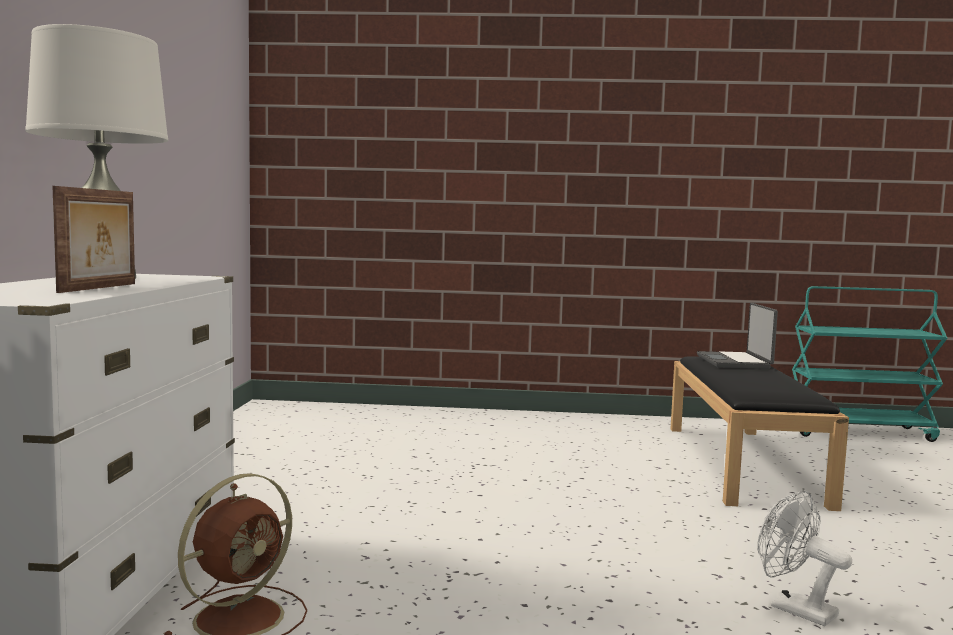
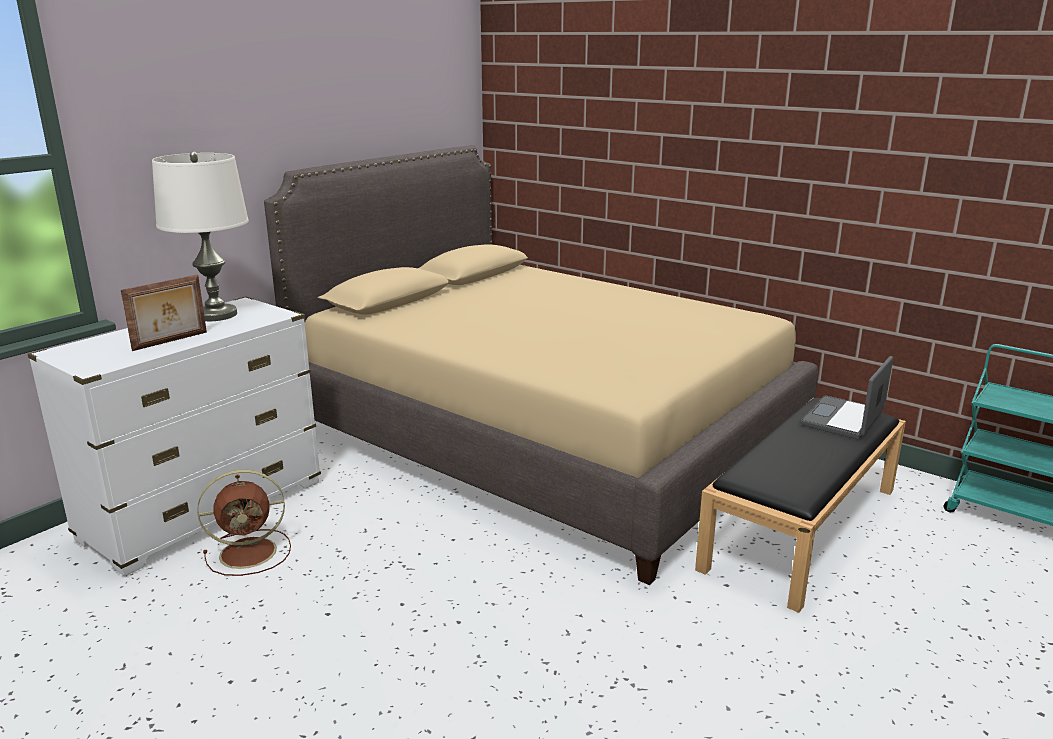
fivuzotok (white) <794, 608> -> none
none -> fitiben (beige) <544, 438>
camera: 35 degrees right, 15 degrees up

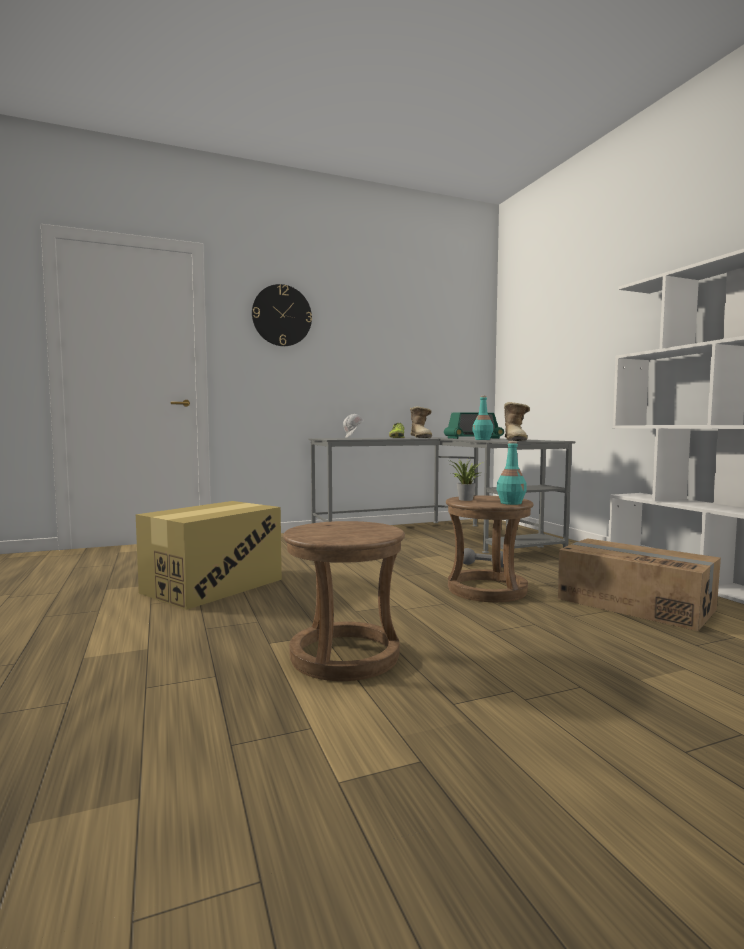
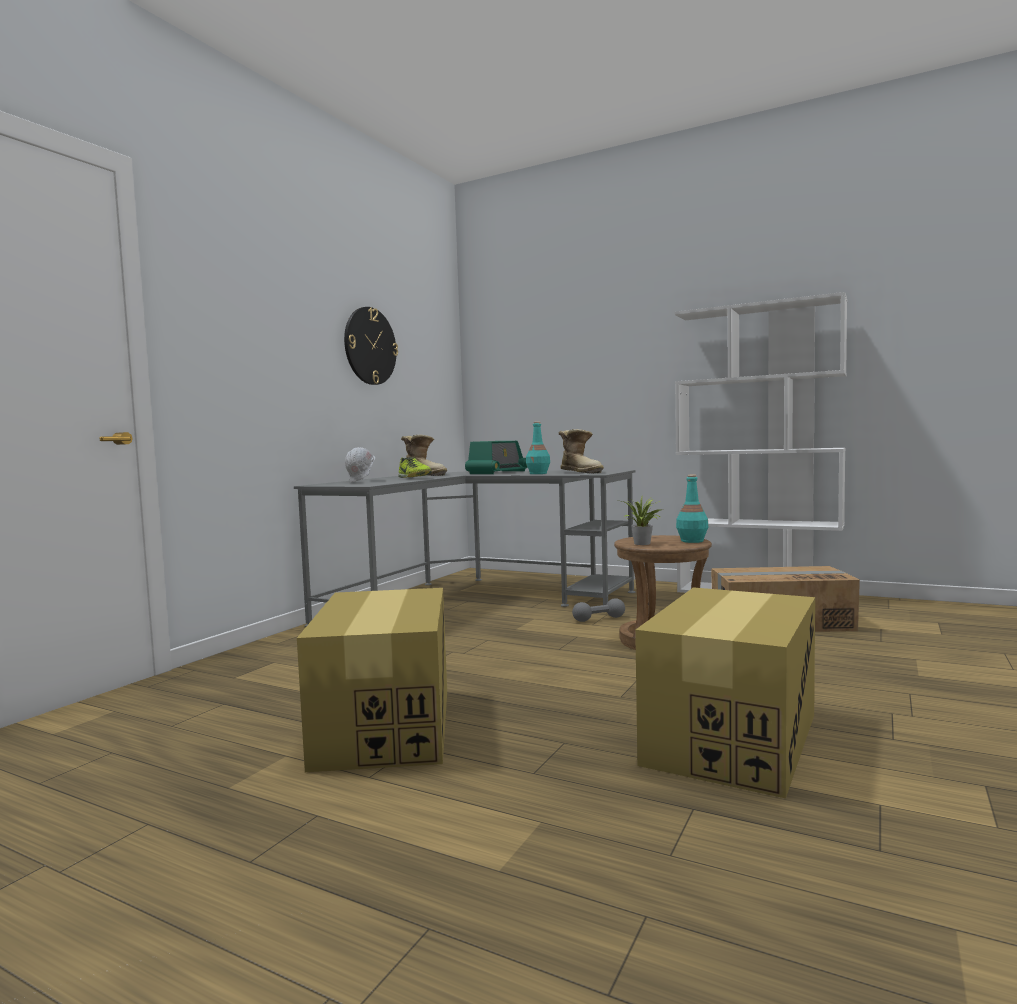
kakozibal <282, 315> -> kakozibal <370, 346>, relocated
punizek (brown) <345, 655> -> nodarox <732, 738>
camera: 40 degrees left, 0 degrees up

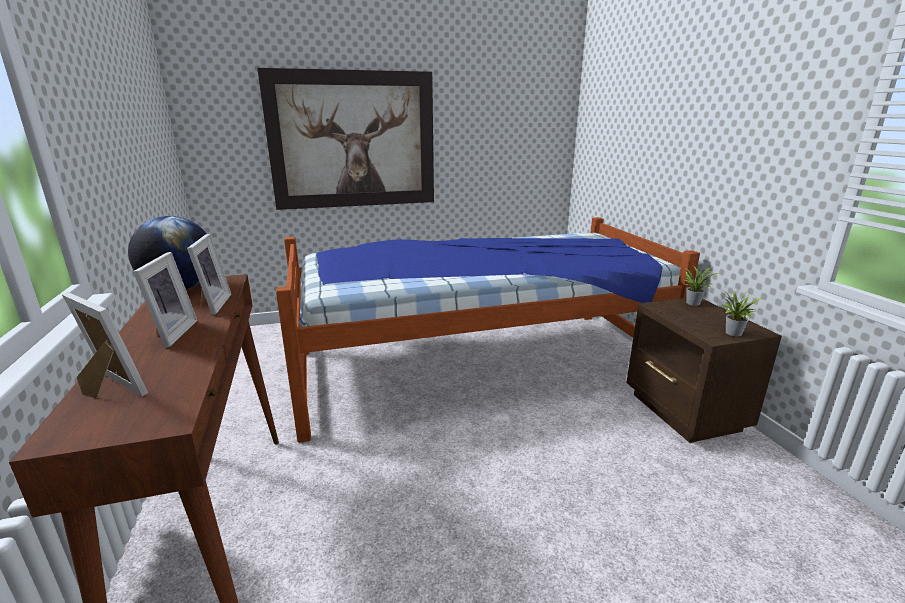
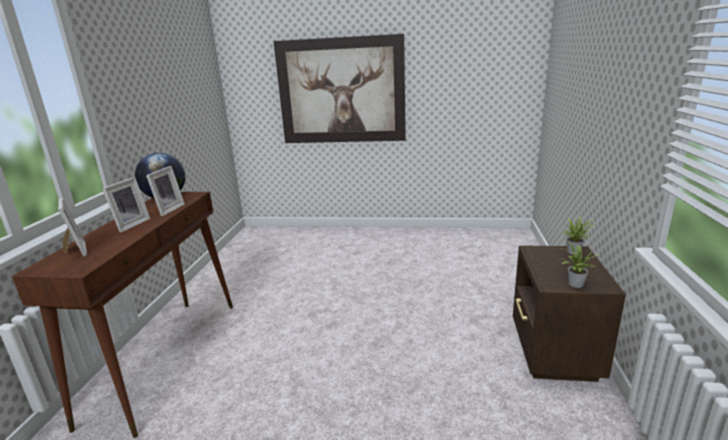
fitiben <476, 363> -> none
camera: 25 degrees right, 0 degrees up

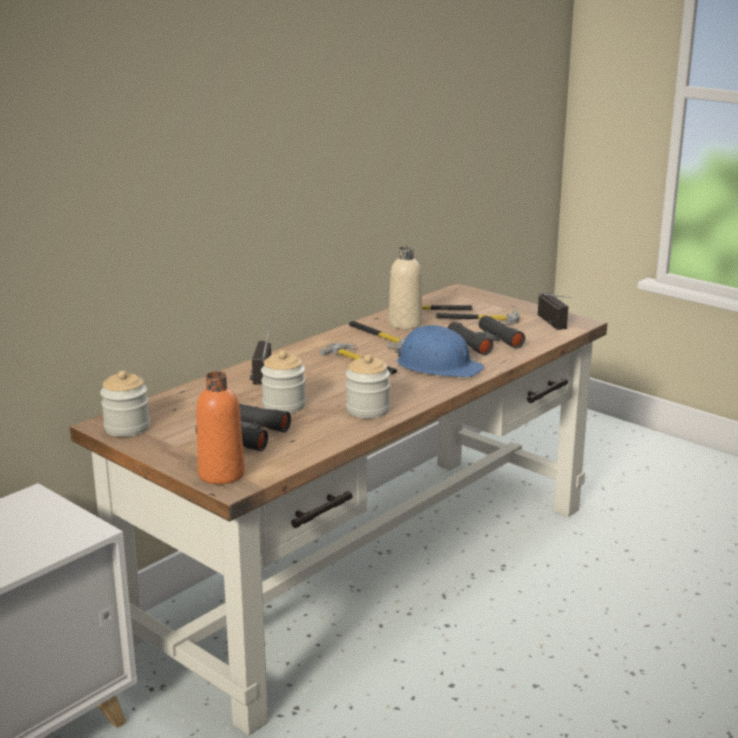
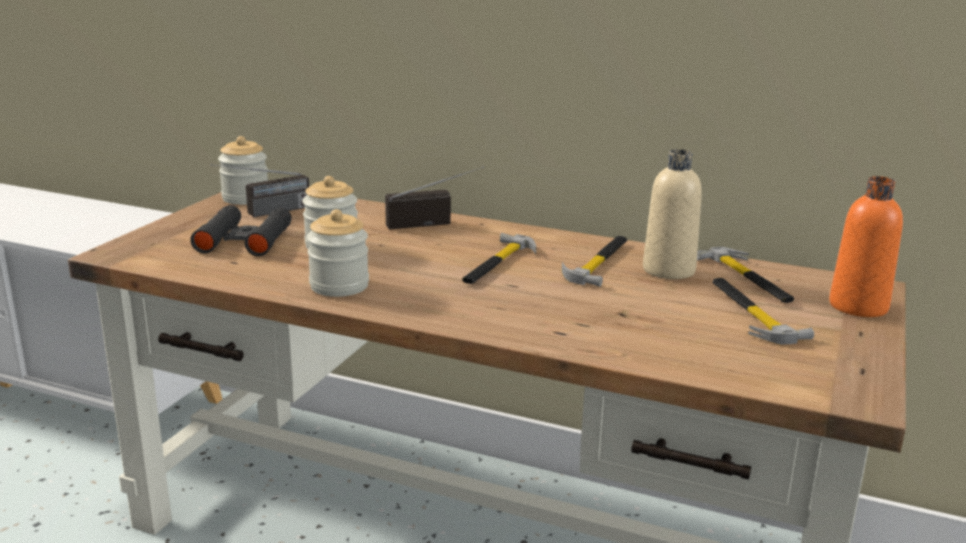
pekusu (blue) <438, 366> -> none
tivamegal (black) <484, 342> -> none
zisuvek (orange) <221, 474> -> zisuvek (orange) <858, 306>, relocated
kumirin <558, 326> -> kumirin <264, 213>, relocated
camera: 70 degrees right, 0 degrees up

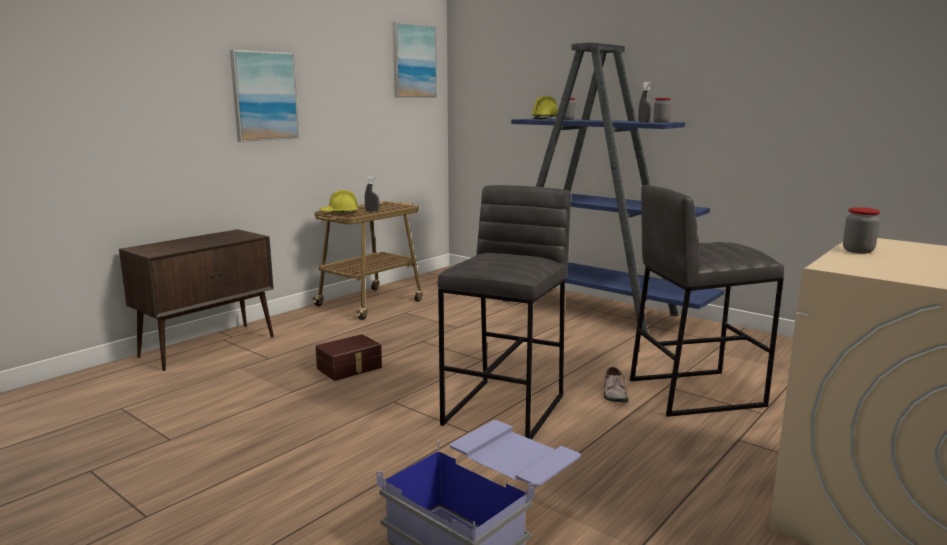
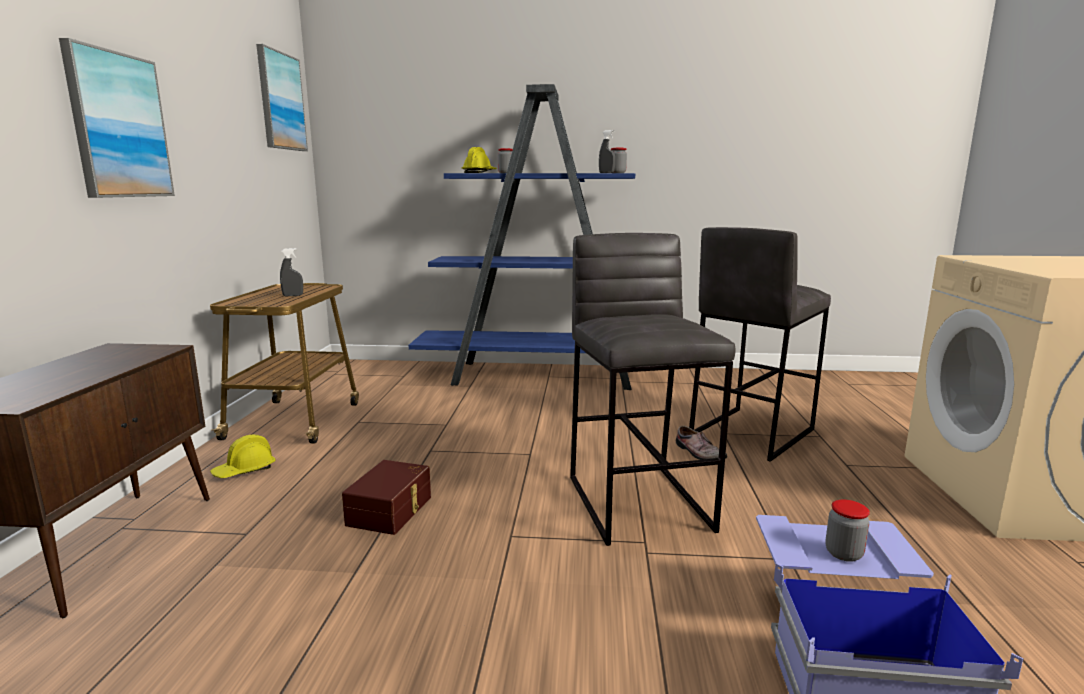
pekusu (yellow) <339, 213> -> pekusu (yellow) <244, 471>, relocated
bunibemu <858, 251> -> bunibemu <843, 553>, relocated
camera: 35 degrees left, 0 degrees up

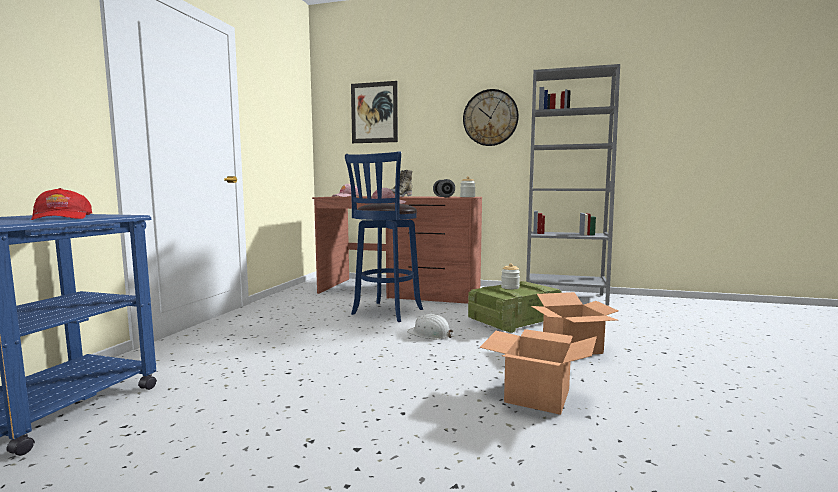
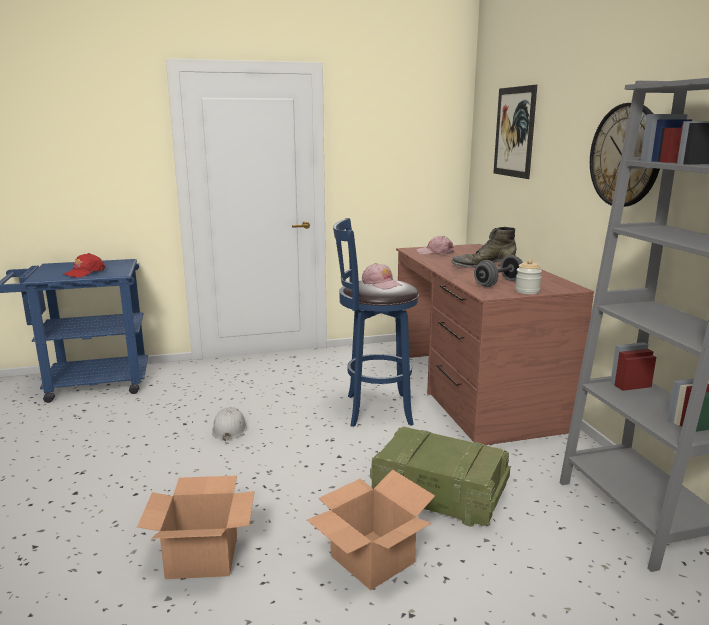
bunibemu <510, 287> -> none
pekusu (white) <430, 334> -> pekusu (white) <229, 429>, relocated
camera: 60 degrees right, 10 degrees up

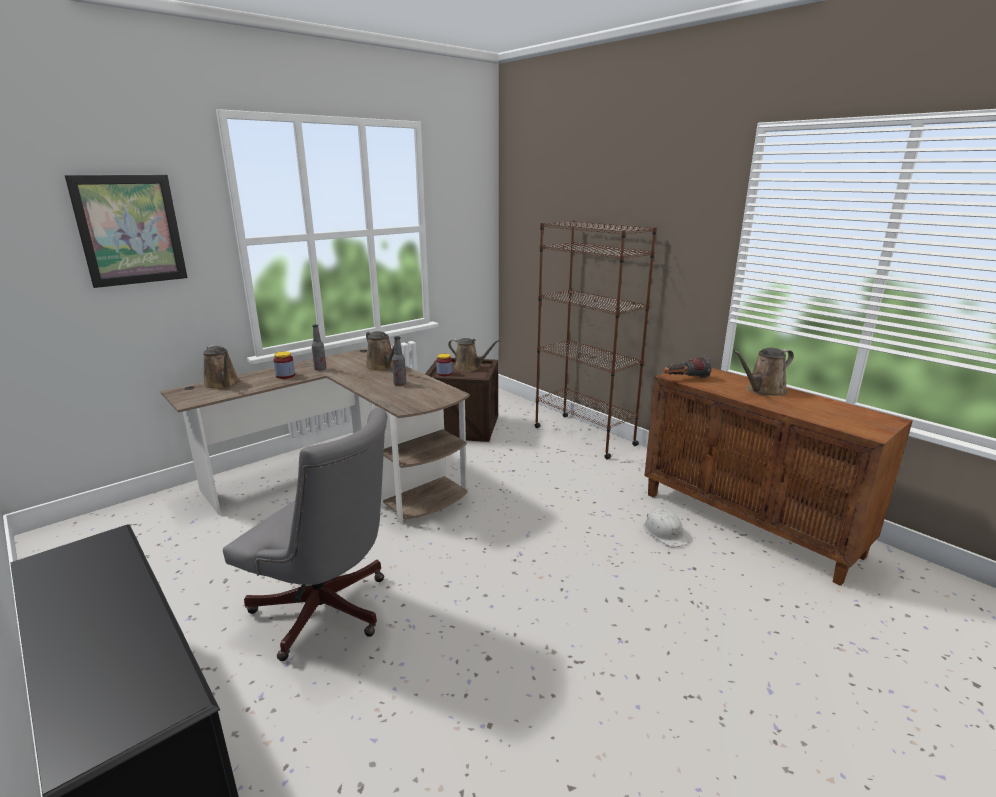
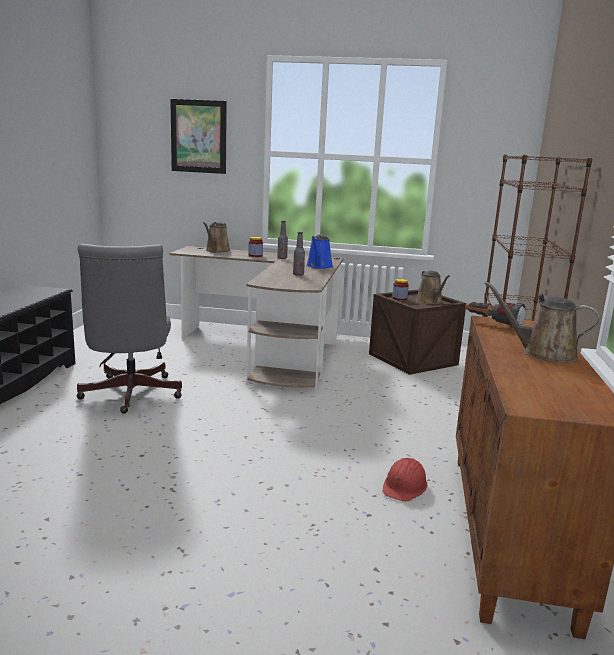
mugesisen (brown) <382, 367> -> mugesisen (blue) <319, 266>
pekusu (white) <665, 533> -> pekusu (red) <405, 486>
camera: 50 degrees right, 5 degrees down

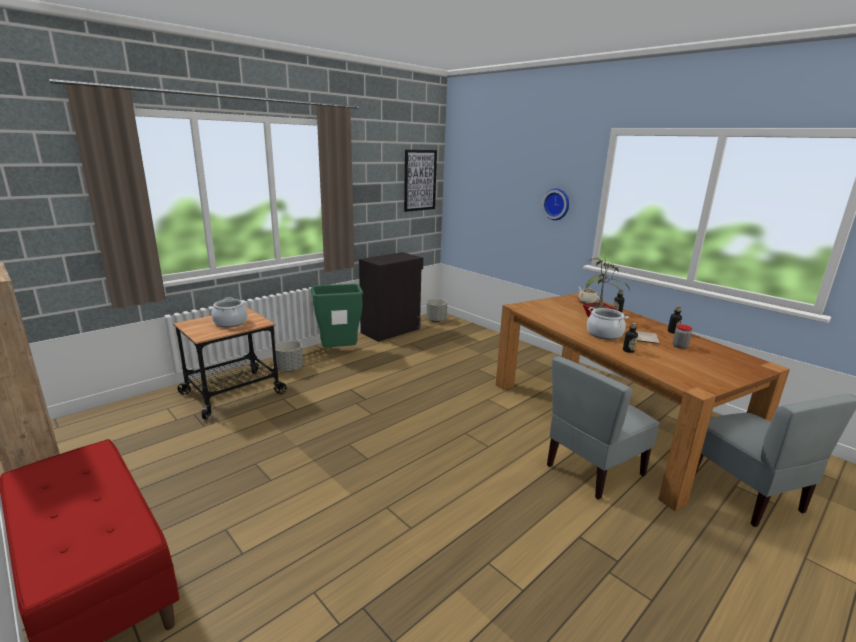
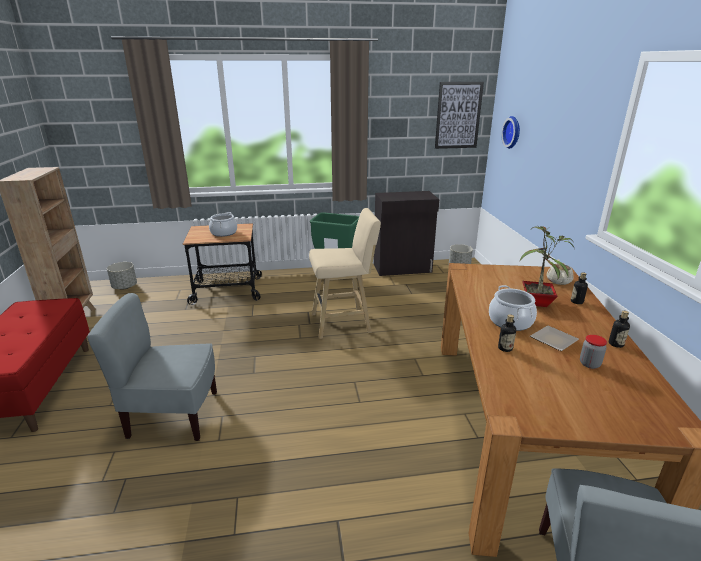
none -> punizek (beige) <344, 323>
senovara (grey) <289, 369> -> senovara (grey) <125, 287>, relocated
kakozibal <557, 204> -> kakozibal <513, 132>, relocated
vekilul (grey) <593, 469> -> vekilul (grey) <173, 416>, relocated
camera: 35 degrees right, 5 degrees up

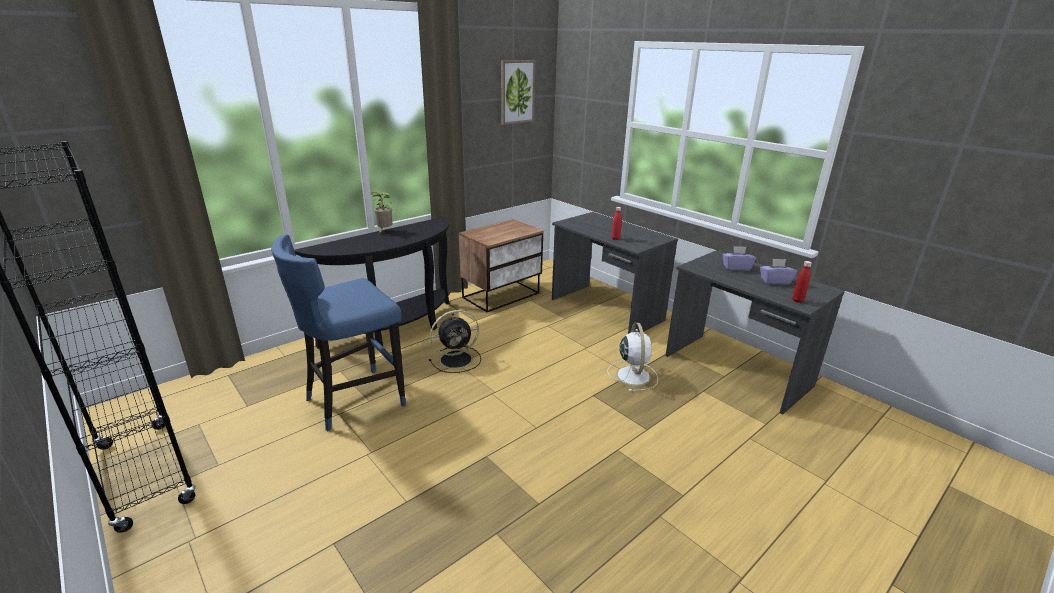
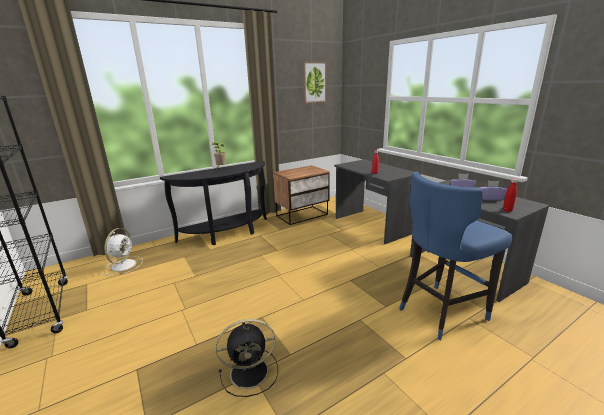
punizek (blue) <354, 400> -> punizek (blue) <440, 312>, relocated
fivuzotok (black) <457, 359> -> fivuzotok (black) <251, 372>, relocated
fivuzotok (white) <633, 375> -> fivuzotok (white) <124, 264>, relocated
camera: 10 degrees right, 5 degrees down

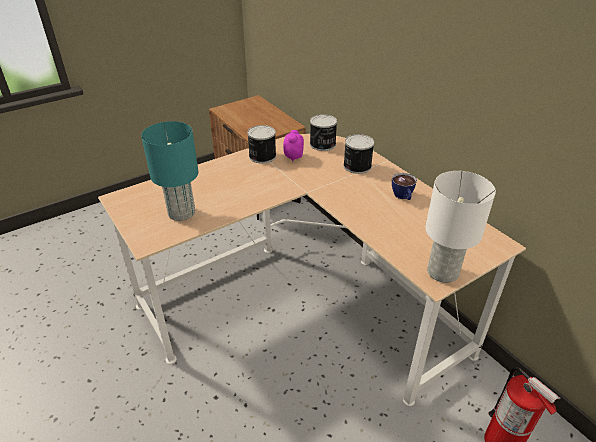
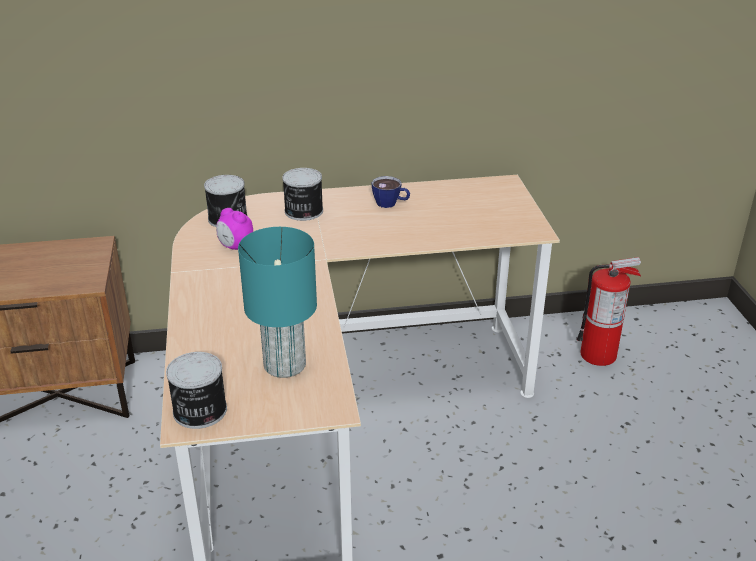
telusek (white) <442, 272> -> none
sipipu <261, 156> -> sipipu <199, 411>, relocated
camera: 65 degrees left, 5 degrees down

